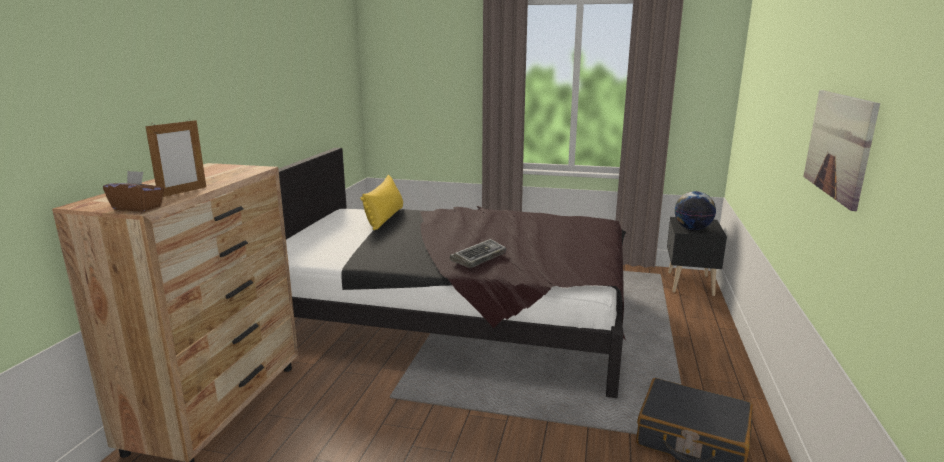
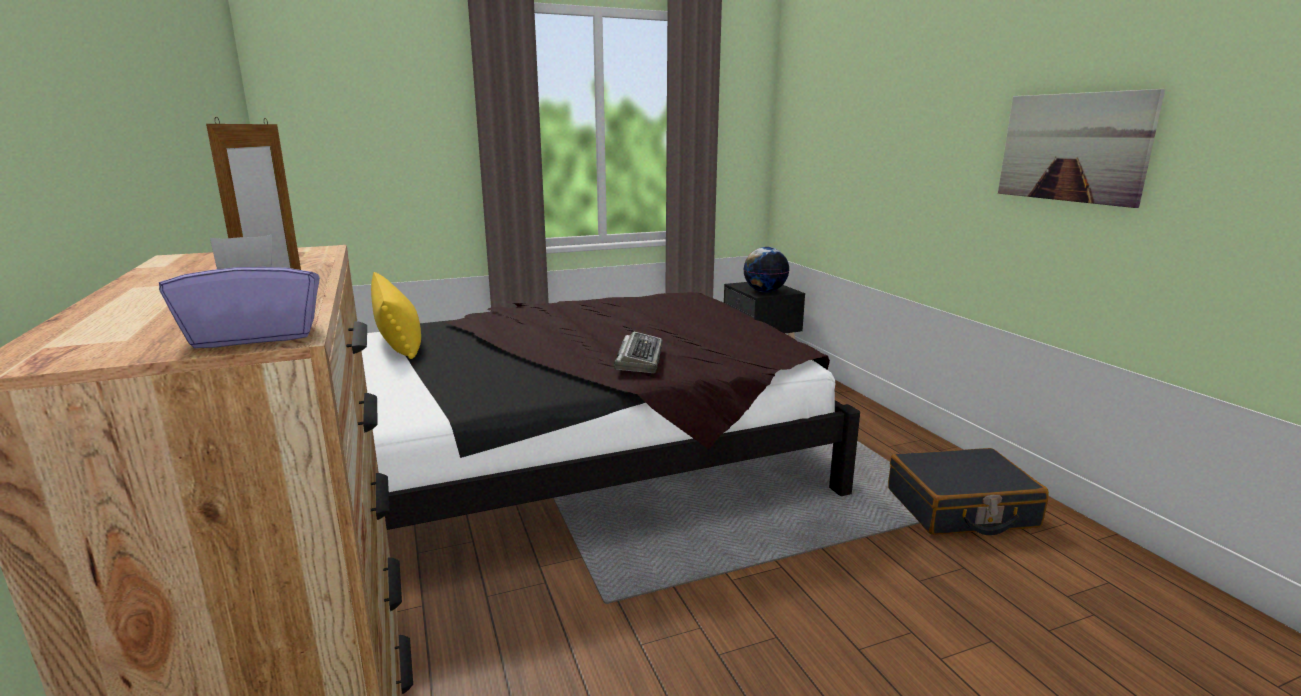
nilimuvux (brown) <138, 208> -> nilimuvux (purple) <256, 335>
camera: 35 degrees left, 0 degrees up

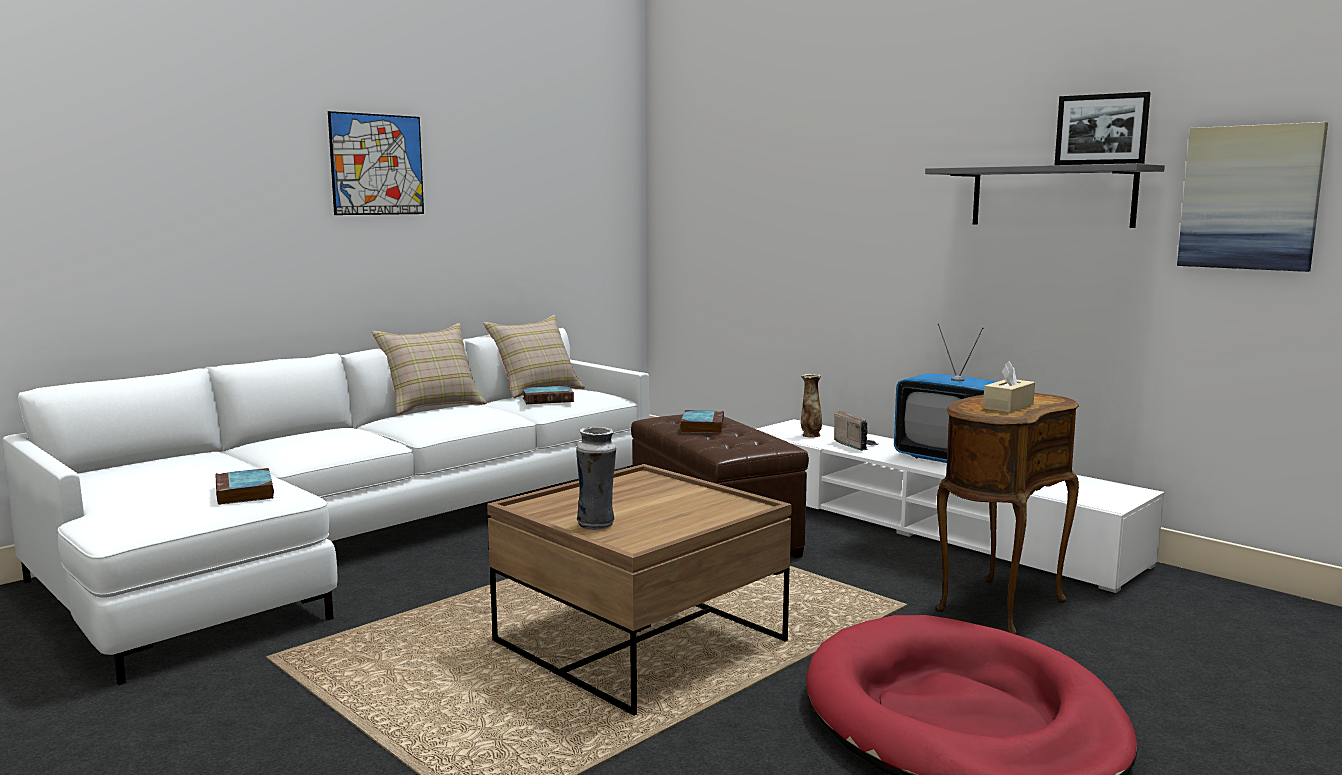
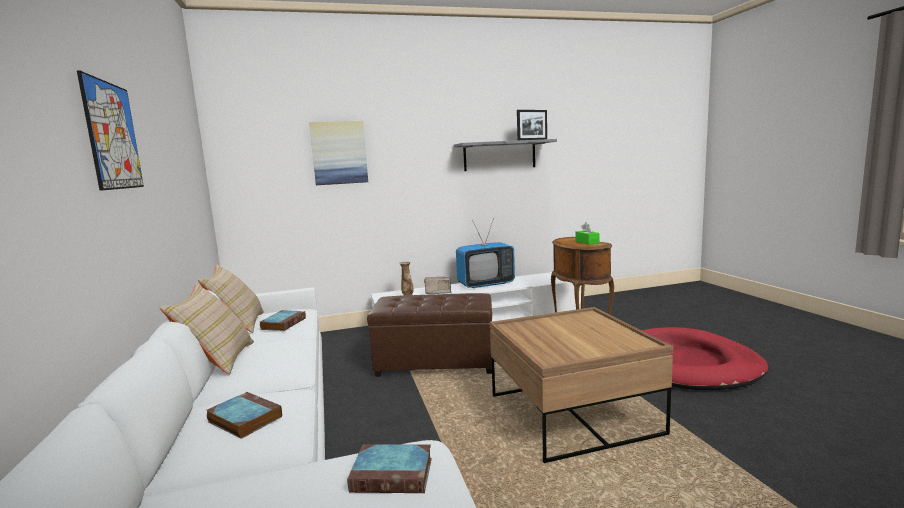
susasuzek <597, 524> -> none
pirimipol <702, 426> -> pirimipol <243, 419>, relocated
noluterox <1250, 197> -> noluterox <339, 153>, relocated
nilimuvux (beige) <1008, 406> -> nilimuvux (green) <587, 242>
camera: 60 degrees left, 0 degrees up

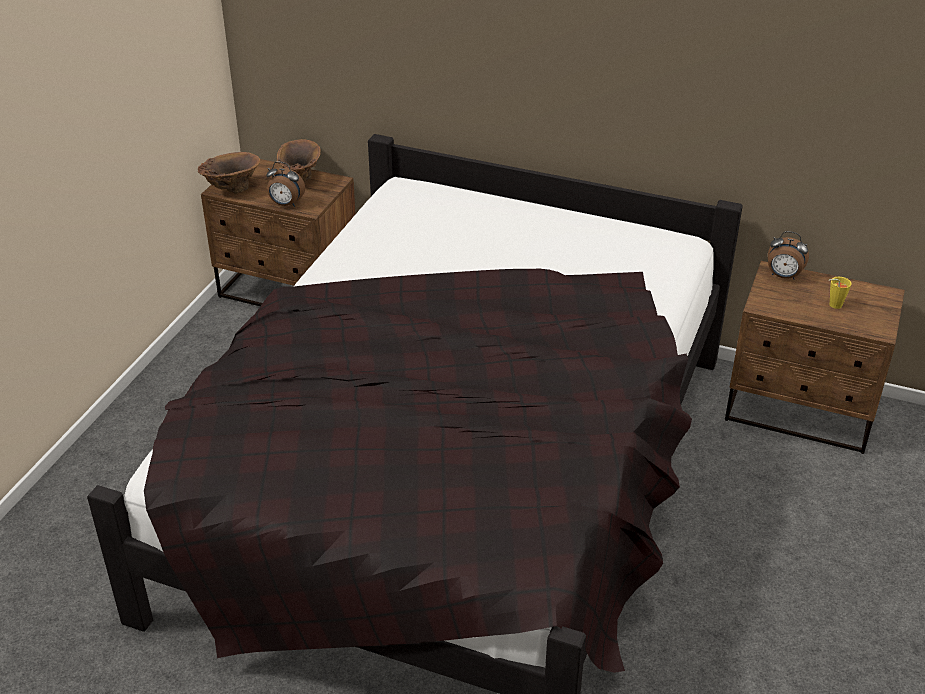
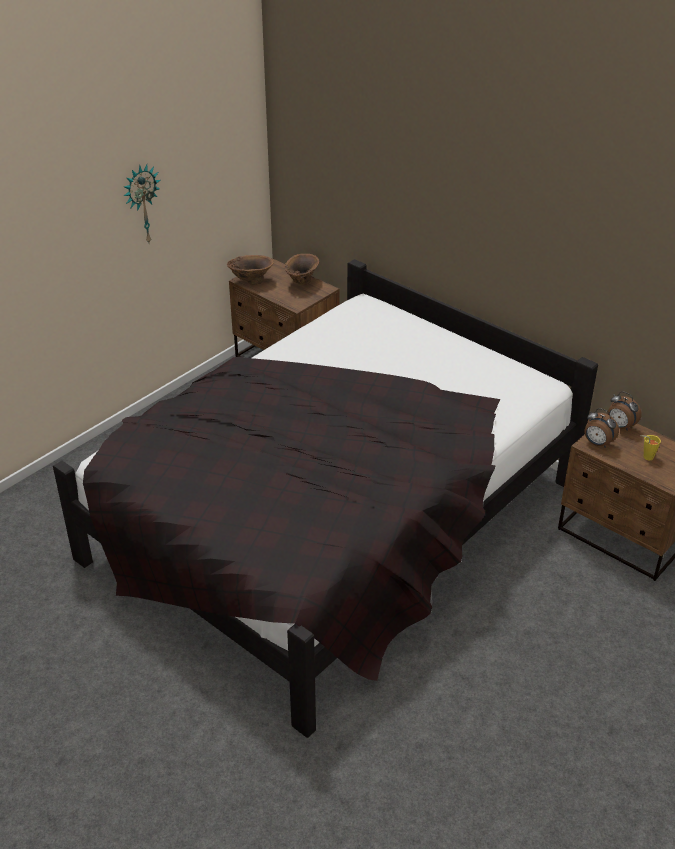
none -> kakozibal <142, 204>
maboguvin <286, 204> -> maboguvin <597, 443>, relocated
camera: 20 degrees right, 0 degrees up

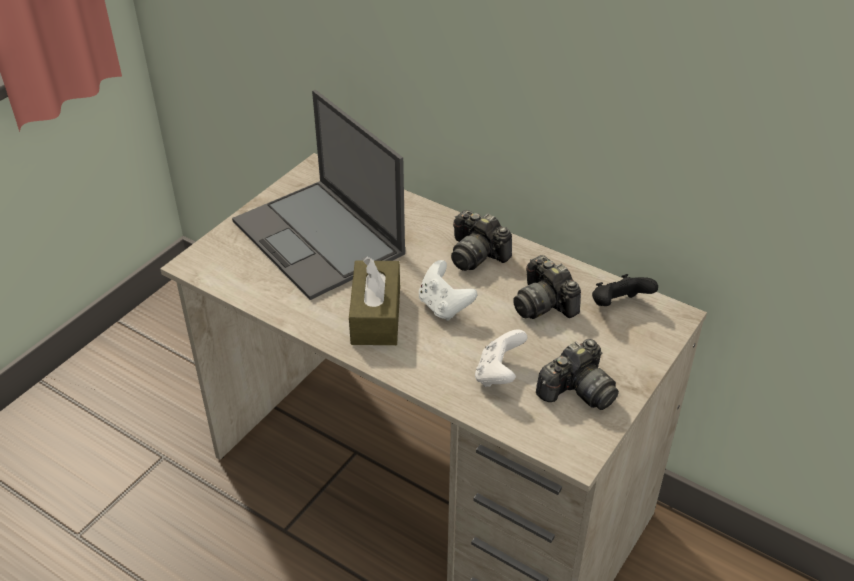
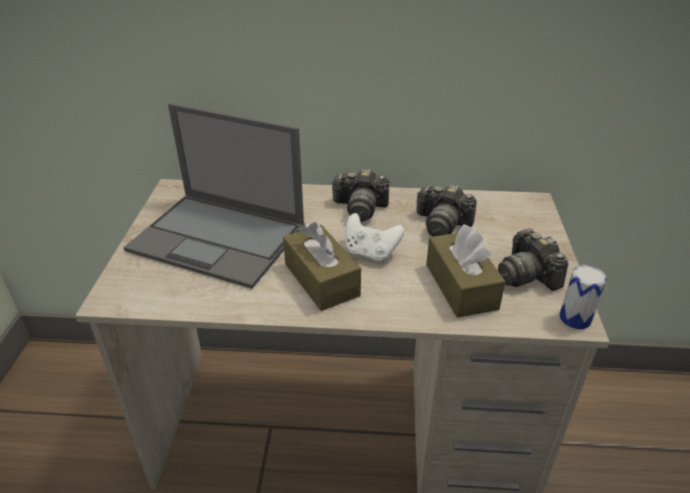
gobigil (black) <618, 306> -> none
none -> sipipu <575, 318>
gobigil (white) <498, 374> -> nilimuvux (brown) <461, 286>
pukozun <577, 390> -> pukozun <527, 275>, 135 degrees clockwise
camera: 30 degrees left, 5 degrees down

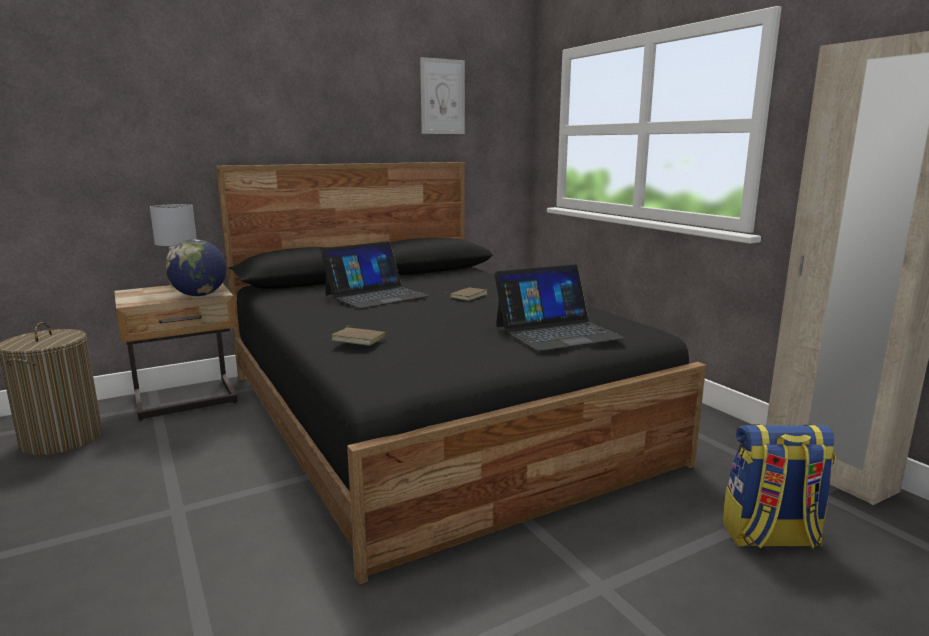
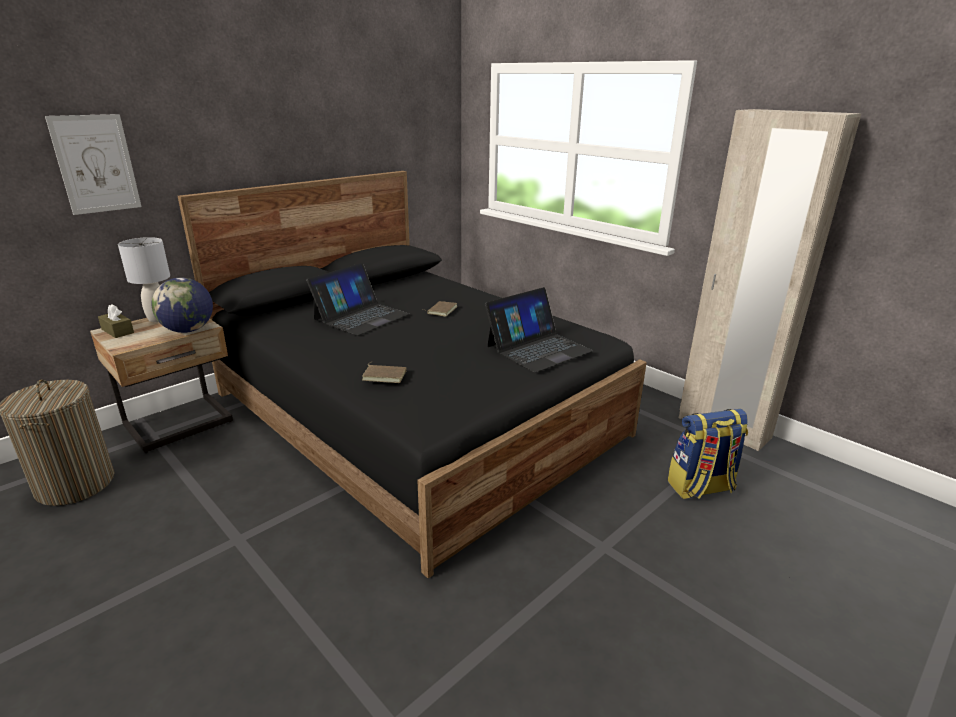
none -> nilimuvux (brown) <117, 331>
noluterox <442, 97> -> noluterox <96, 164>, relocated
camera: 15 degrees left, 10 degrees up

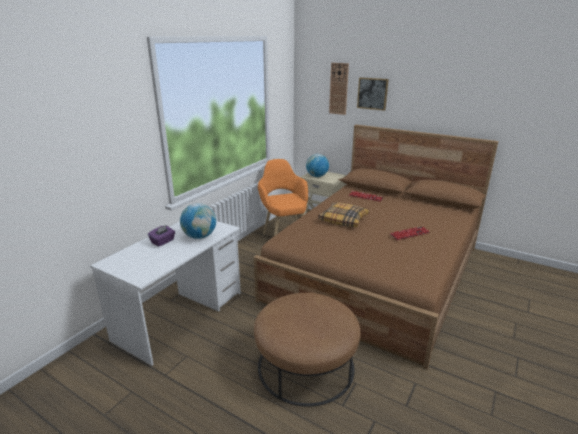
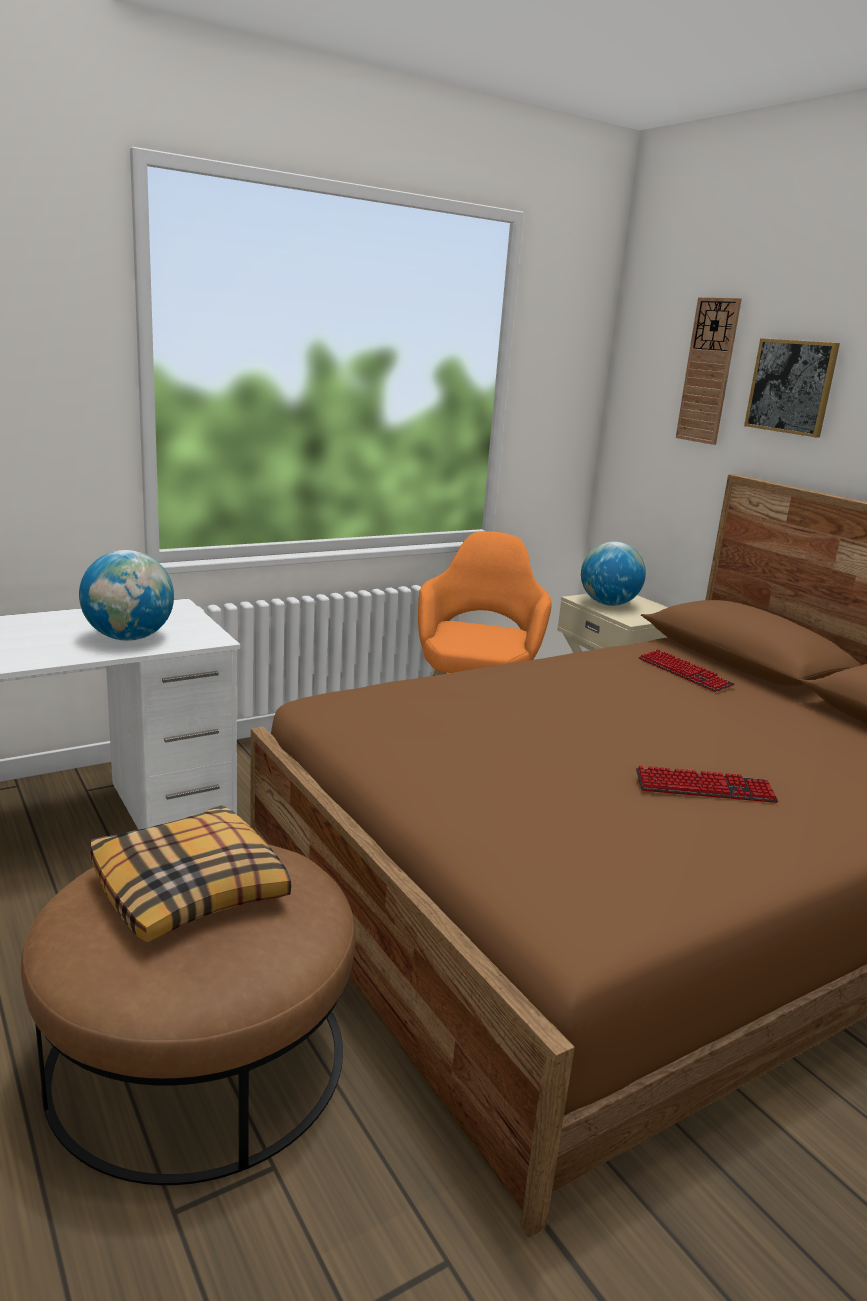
nilimuvux (purple) <163, 241> -> none
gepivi <343, 220> -> gepivi <190, 889>, relocated
camera: 25 degrees right, 5 degrees down

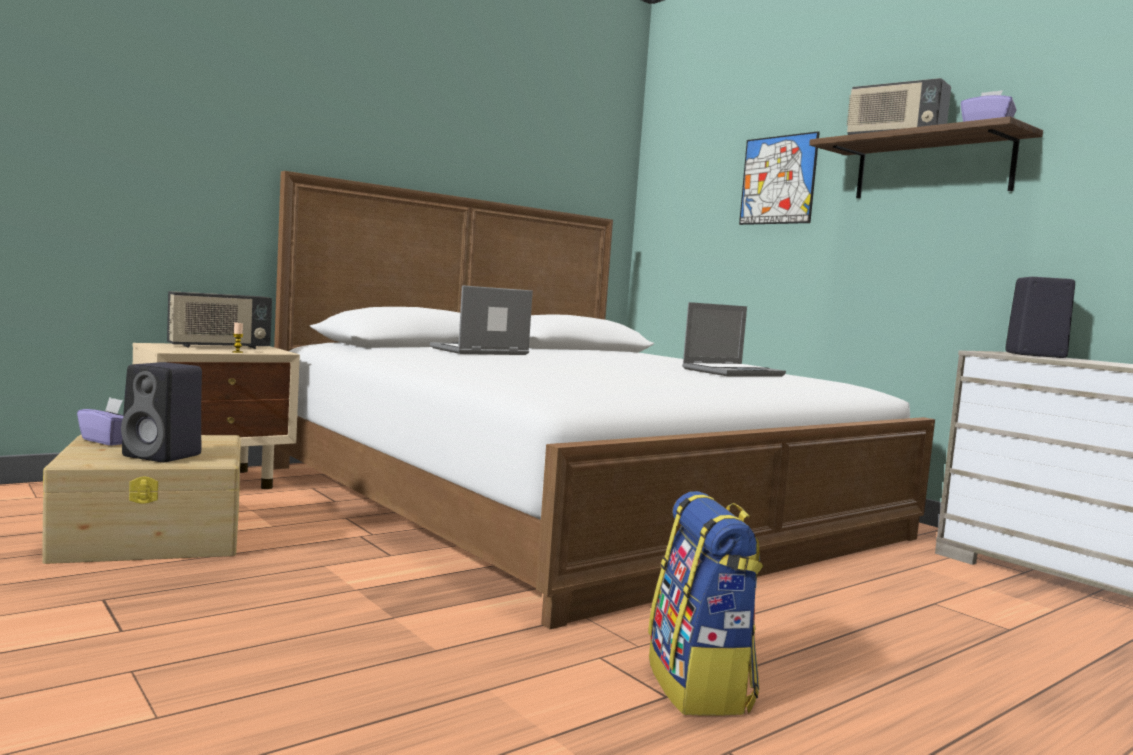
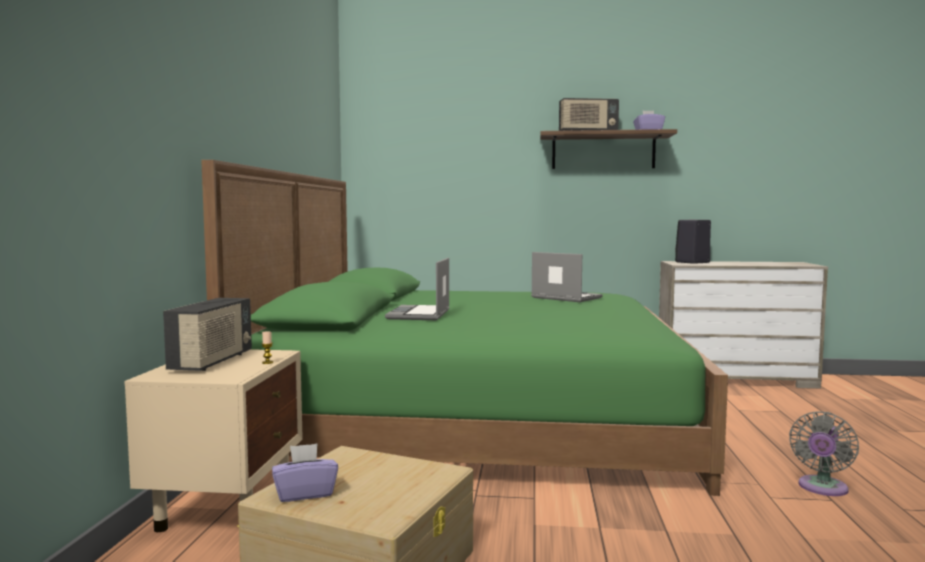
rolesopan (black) <164, 456> -> none
noluterox <778, 180> -> none
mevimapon <700, 686> -> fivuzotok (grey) <822, 488>
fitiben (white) <575, 500> -> fitiben (green) <476, 416>
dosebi <732, 372> -> dosebi <565, 298>, 60 degrees counterclockwise
camera: 45 degrees left, 0 degrees up

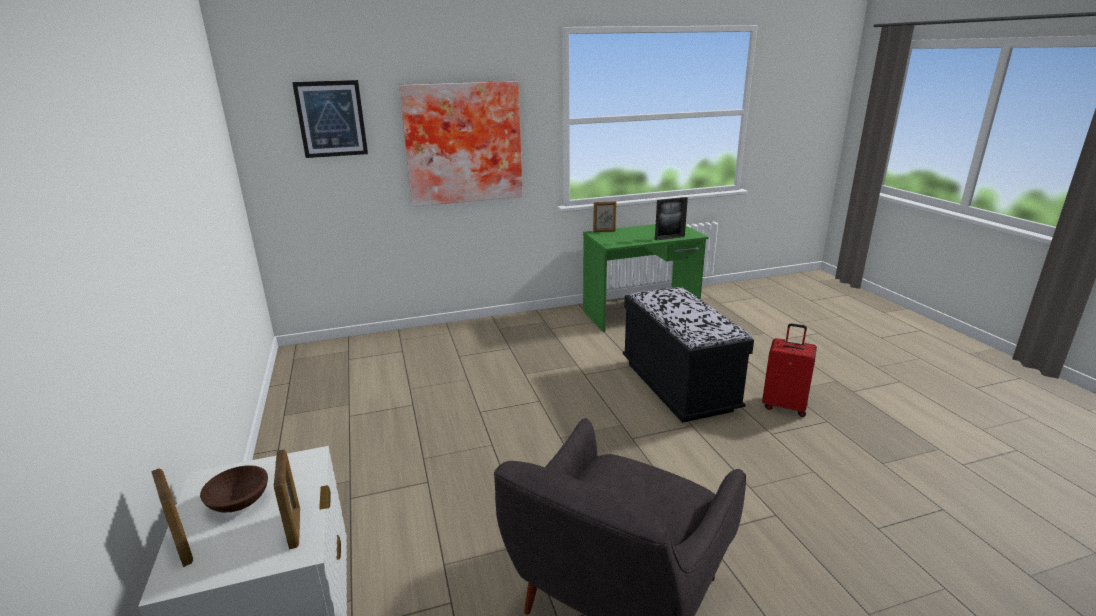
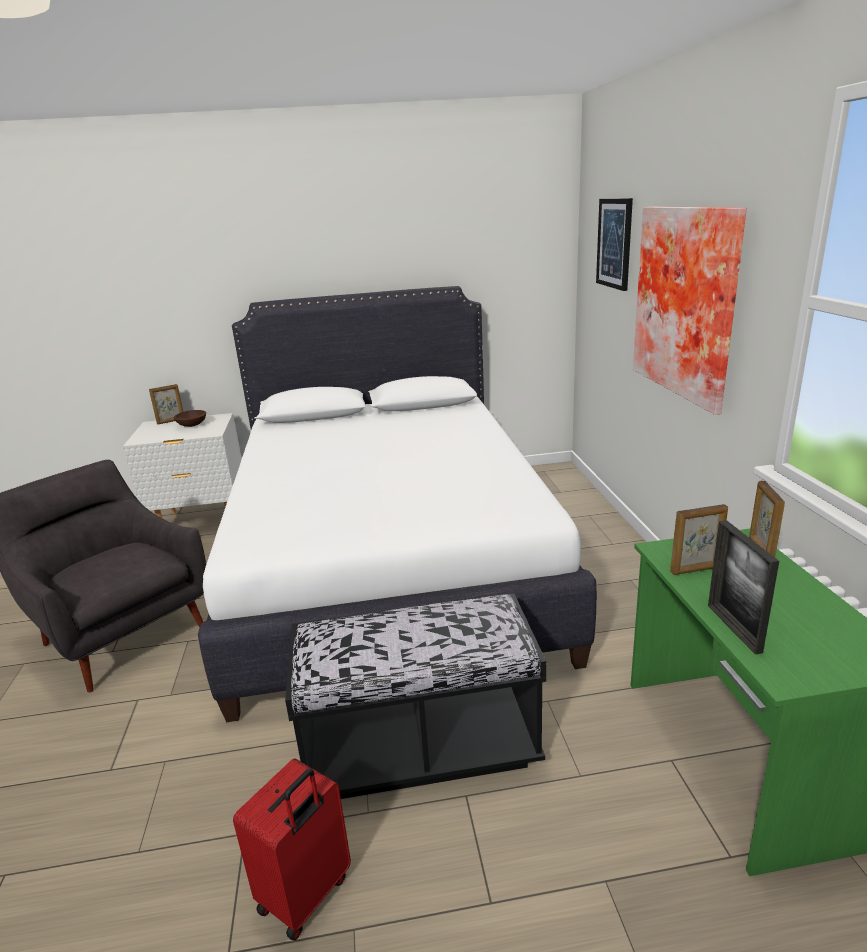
none -> fitiben (white) <388, 563>
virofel <295, 528> -> virofel <695, 570>, relocated
camera: 100 degrees right, 0 degrees up

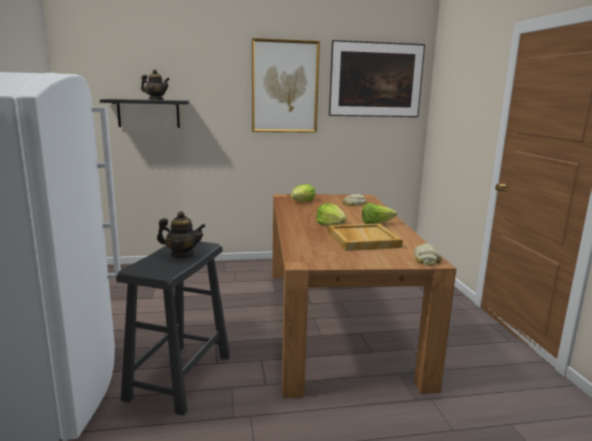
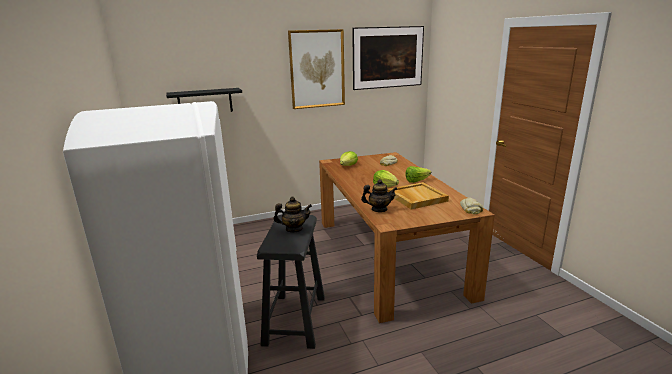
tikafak <156, 100> -> tikafak <379, 209>, relocated
camera: 10 degrees left, 5 degrees up

